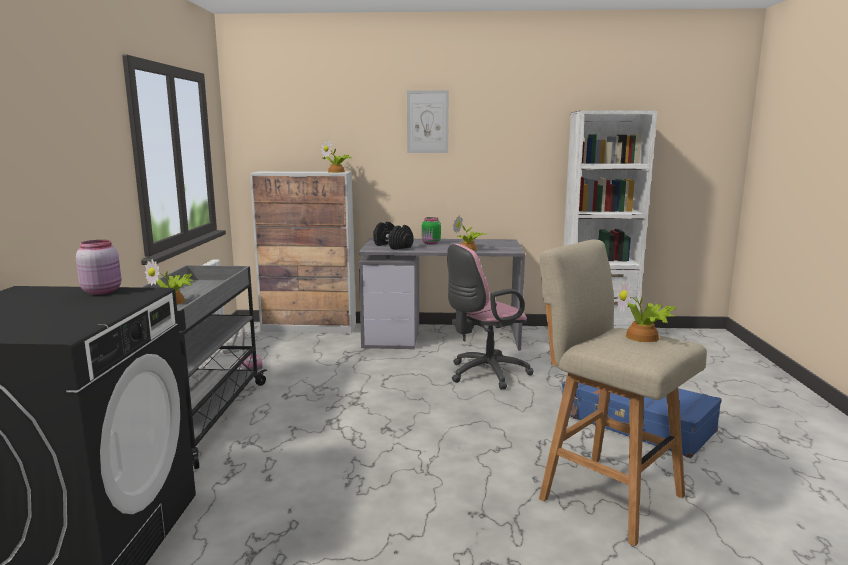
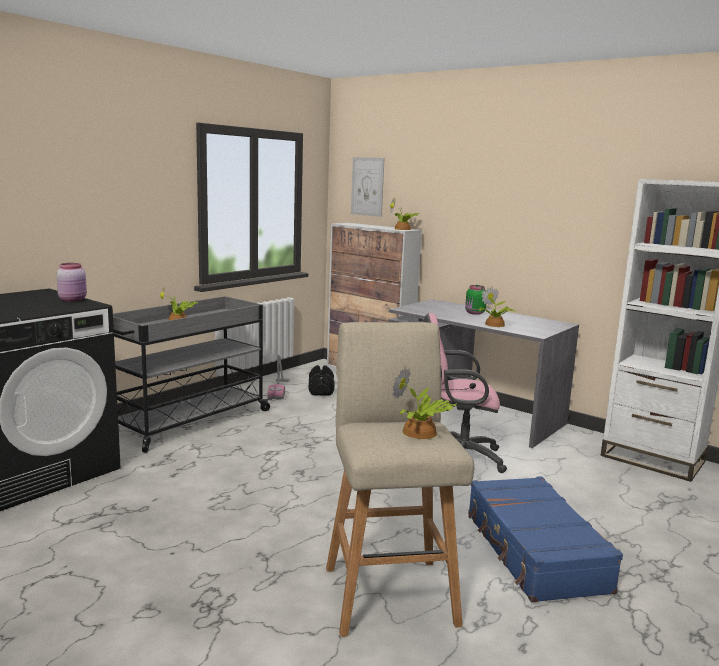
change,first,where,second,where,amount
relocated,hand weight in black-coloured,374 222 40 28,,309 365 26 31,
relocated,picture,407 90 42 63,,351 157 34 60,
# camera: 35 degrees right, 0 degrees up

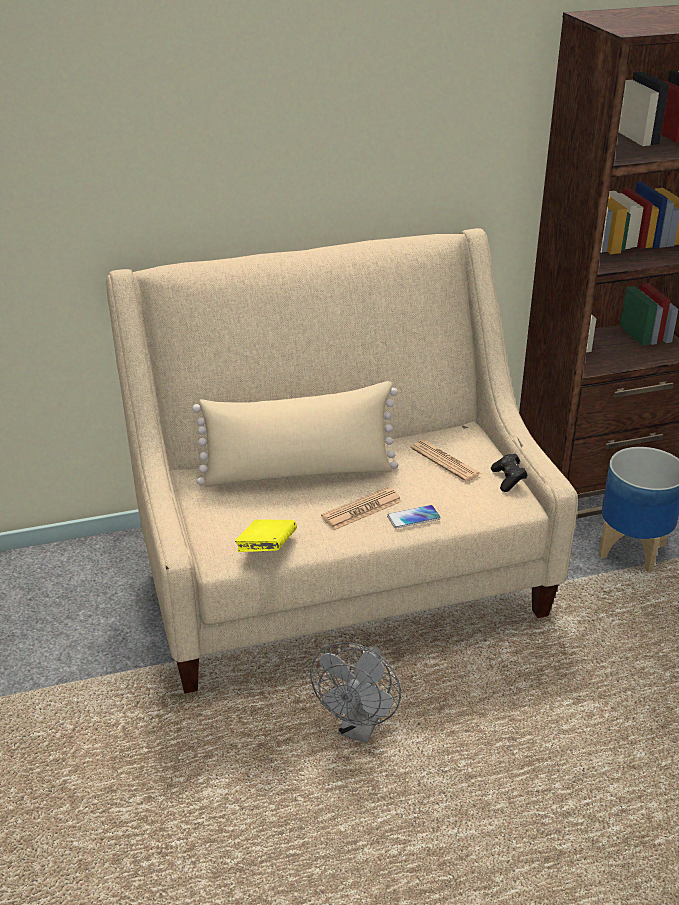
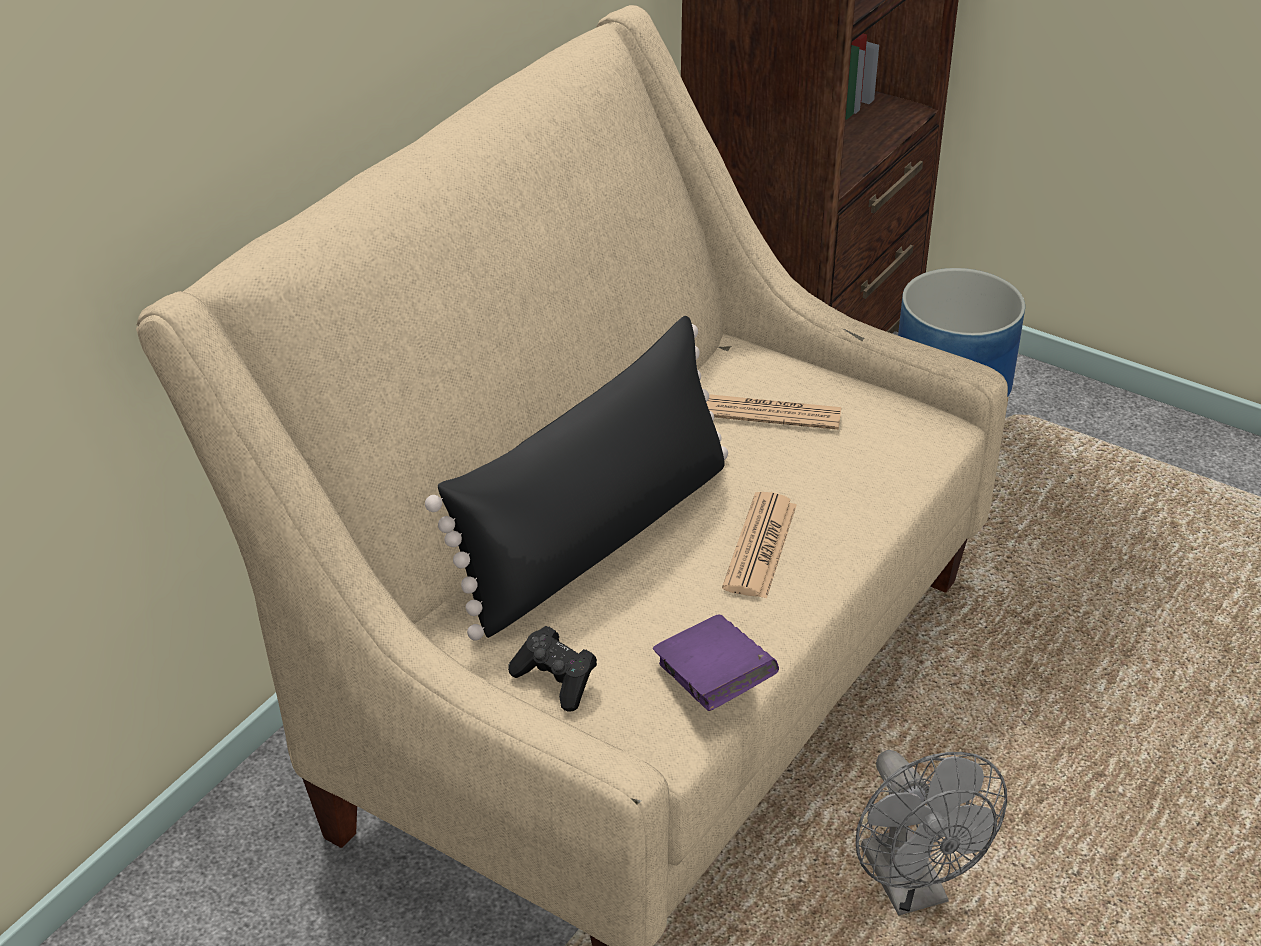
change,first,where,second,where,amount
missing,phone,387 505 54 24,,,
relocated,game controller in black-coloured,491 454 37 38,,508 626 89 86,
colour,pillow in beige,192 381 206 106,pillow in black-coloured,425 316 303 325,
colour,book in yellow,235 520 62 32,book in purplish,653 615 126 96,
# camera: 40 degrees left, 5 degrees up

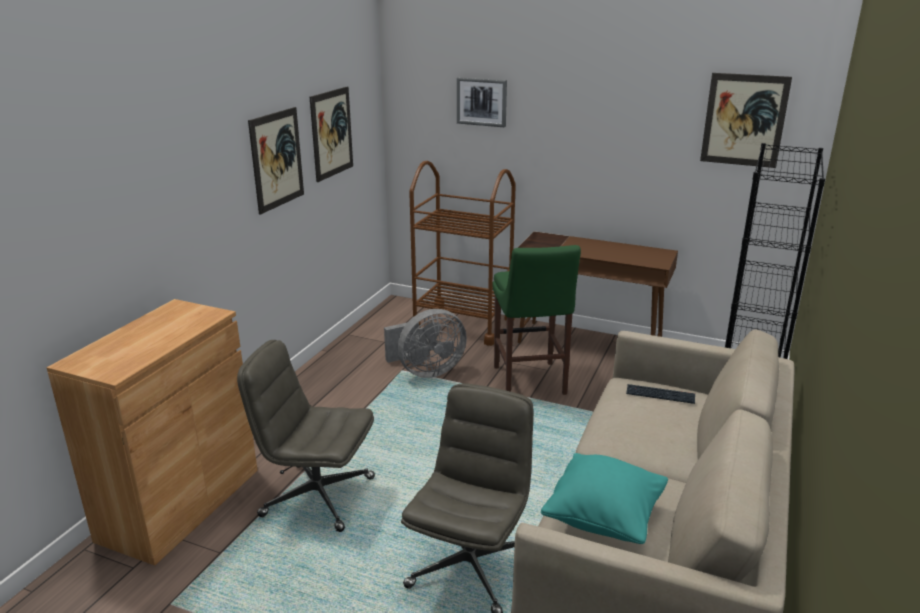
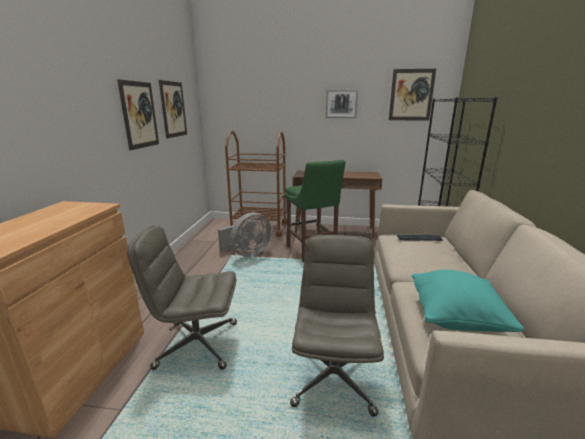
change,first,where,second,where,amount
relocated,picture,457 77 50 50,,326 89 32 29,
# camera: 15 degrees left, 5 degrees down

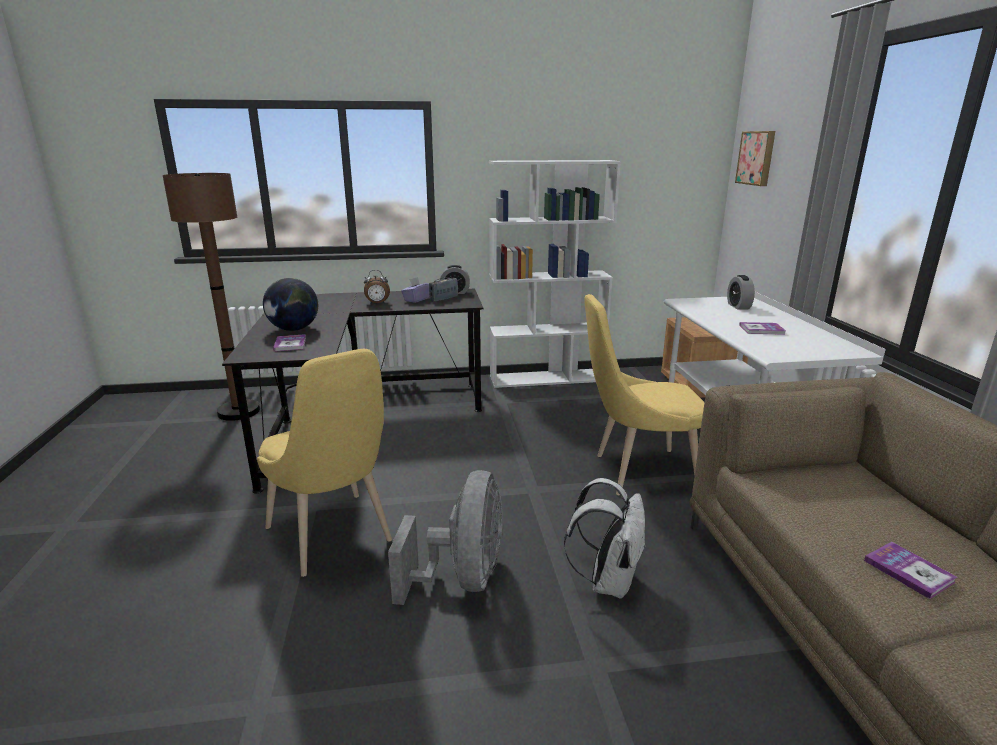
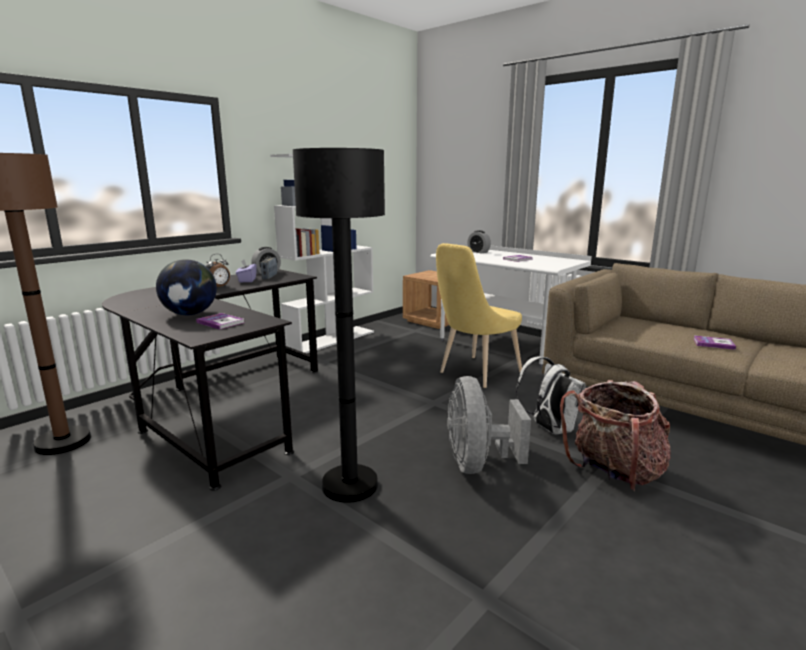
change,first,where,second,where,amount
missing,picture,735 131 40 55,,,
appeared,,,backpack,560 380 110 111,
exchanged,plain chair in yellow,257 349 135 228,floor lamp in black-coloured,293 148 92 355,
spun,fan in greyish,388 470 115 135,,447 376 84 98,150 degrees counterclockwise
# camera: 40 degrees left, 5 degrees down

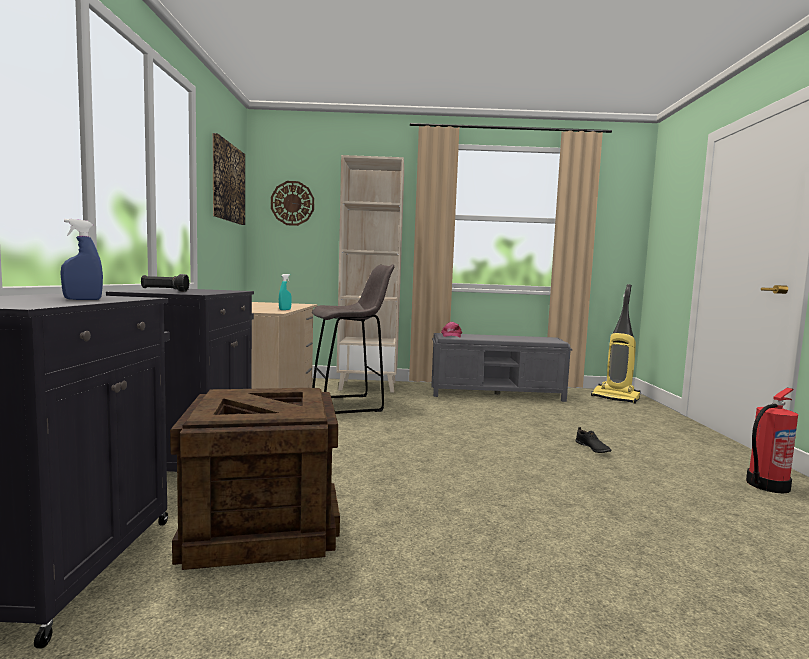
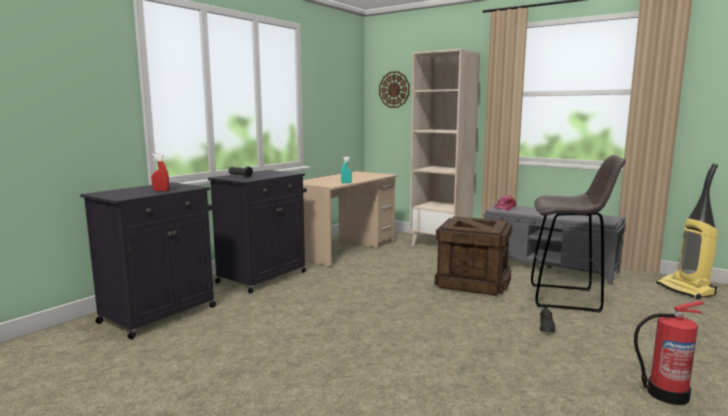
change,first,where,second,where,amount
missing,picture,213 133 32 92,,,
relocated,packing crate,170 388 170 182,,435 216 77 80,
relocated,stool seat in greyish,312 264 82 150,,531 155 95 158,
colour,sprayer in blue-coloured,60 219 43 81,sprayer in red,152 154 17 37,
# camera: 35 degrees right, 5 degrees up

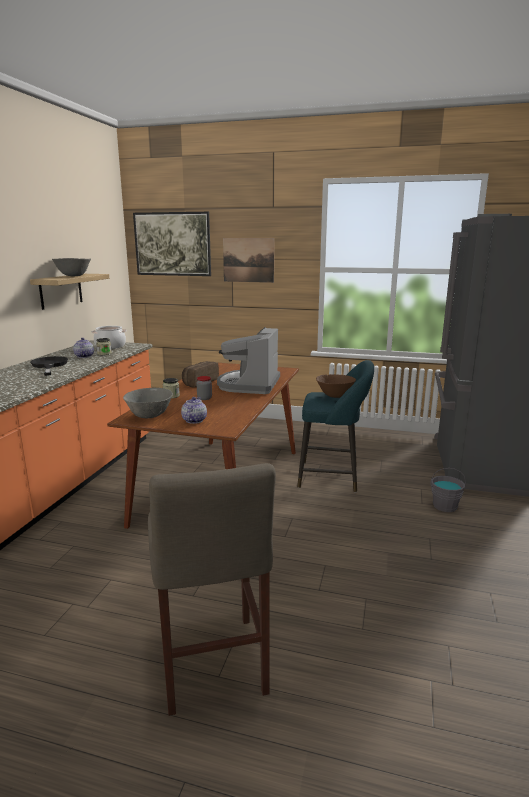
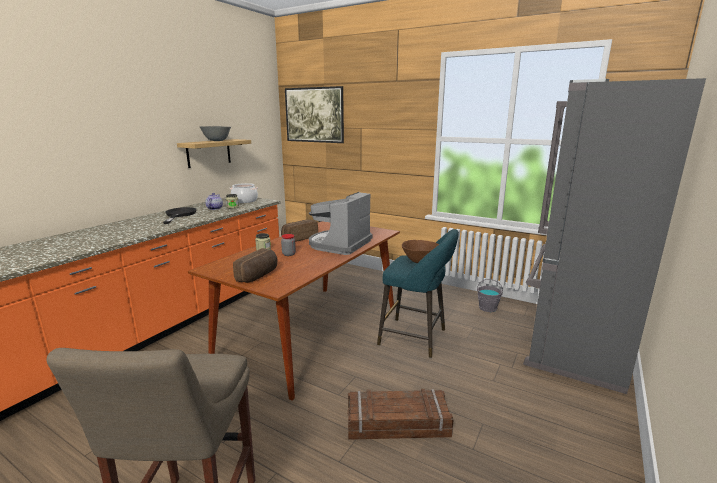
change,first,where,second,where,amount
missing,deep dish in greyish,123 388 50 30,,,
missing,picture,223 238 51 45,,,
appeared,,,packing crate,347 389 106 51,
relocated,bucket in greyish,431 468 35 44,,477 279 26 33,
exchanged,pot for tea,181 397 26 27,bakery bread,233 248 44 35,
# camera: 15 degrees right, 0 degrees up

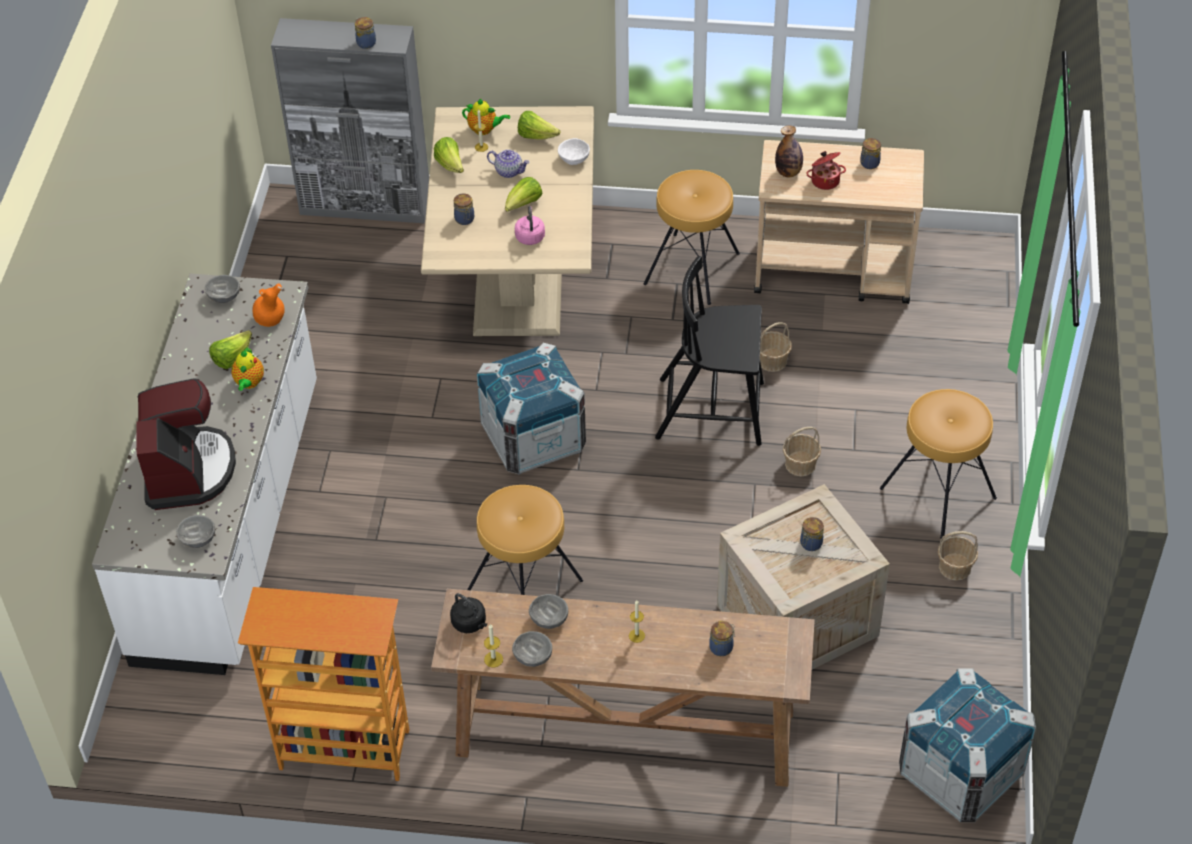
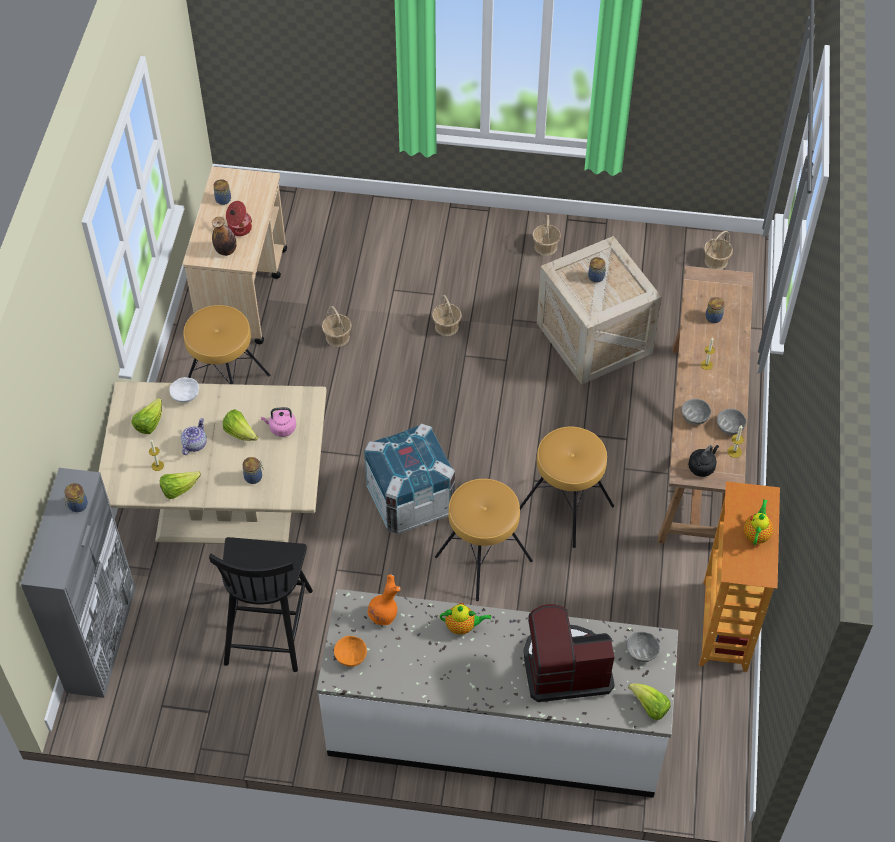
change,first,where,second,where,amount
relocated,lettuce,209 330 43 39,,628 683 43 37,
relocated,pot for tea,462 99 48 36,,744 499 29 46,
relocated,plain chair in black-coloured,655 256 109 190,,209 537 104 135,
relocated,stool seat in brown-coloured,880 389 117 150,,435 479 98 122,
exchanged,packing crate,899 668 137 154,storage basket,704 231 29 38,
colour,deep dish in greyish,205 275 35 28,deep dish in orangey,334 636 33 31,
# camera: 90 degrees left, 5 degrees up

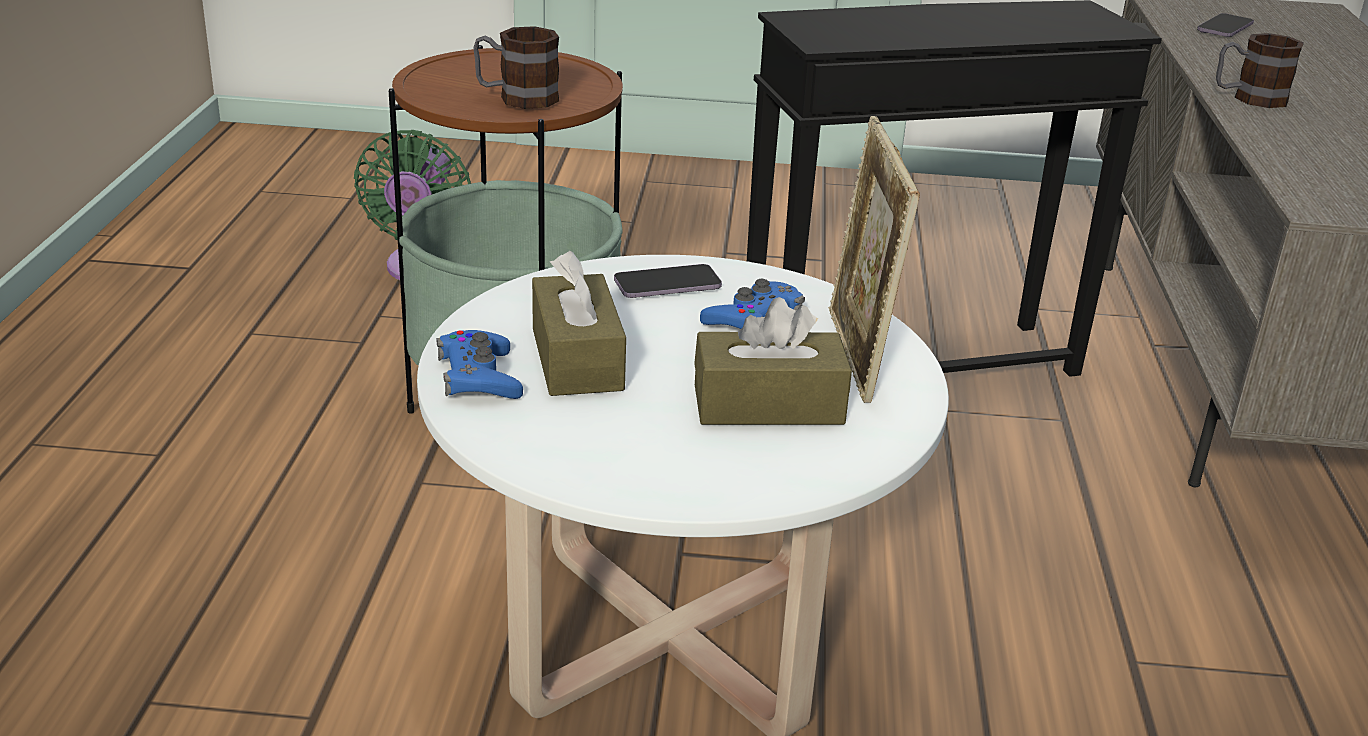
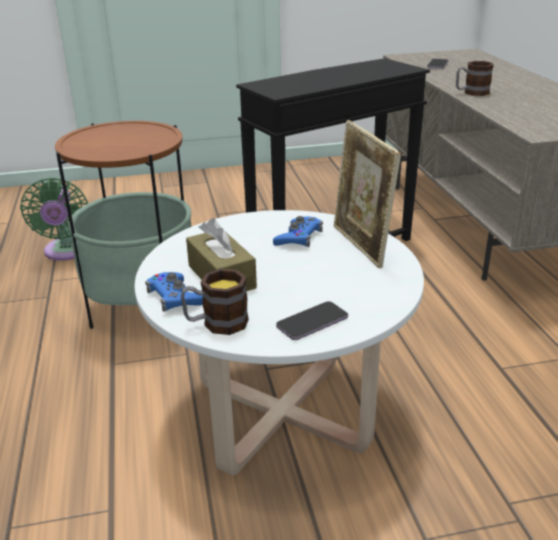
change,first,where,second,where,amount
missing,tissue box in brown-coloured,694 297 158 128,,,
relocated,tea mug,473 26 86 83,,181 269 68 66,
relocated,phone,614 264 108 34,,276 301 72 39,
# camera: 15 degrees left, 0 degrees up

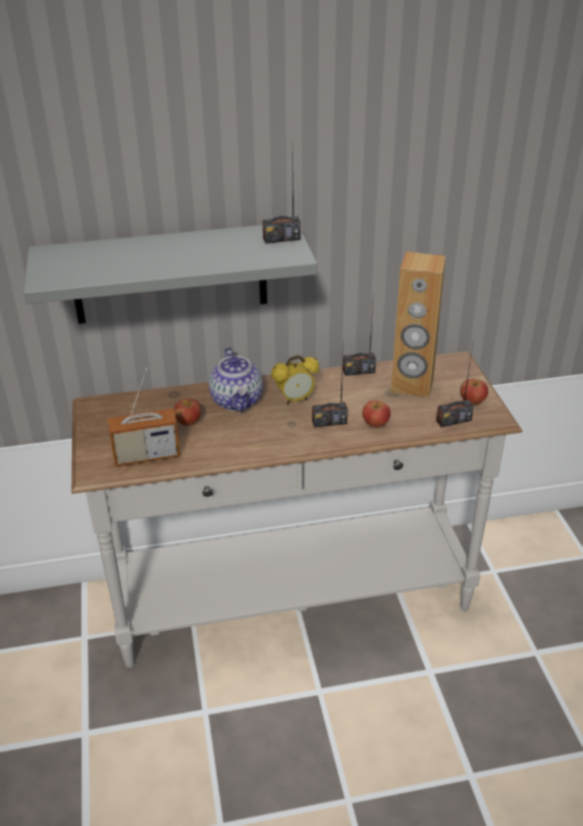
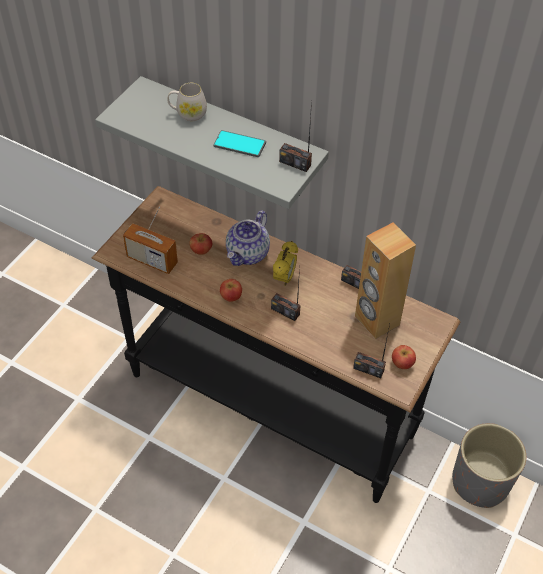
change,first,where,second,where,amount
appeared,,,tea mug in white-coloured,167 83 40 38,
appeared,,,phone,214 130 52 27,
appeared,,,plant pot in greyish,452 423 74 85,
relocated,whole apple,362 400 29 28,,220 279 22 23,
colour,narrow table in white-coloured,72 351 450 317,narrow table in black-coloured,92 186 368 317,
spun,bedside clock,271 355 48 50,,273 241 25 45,90 degrees counterclockwise
# camera: 40 degrees right, 15 degrees up

